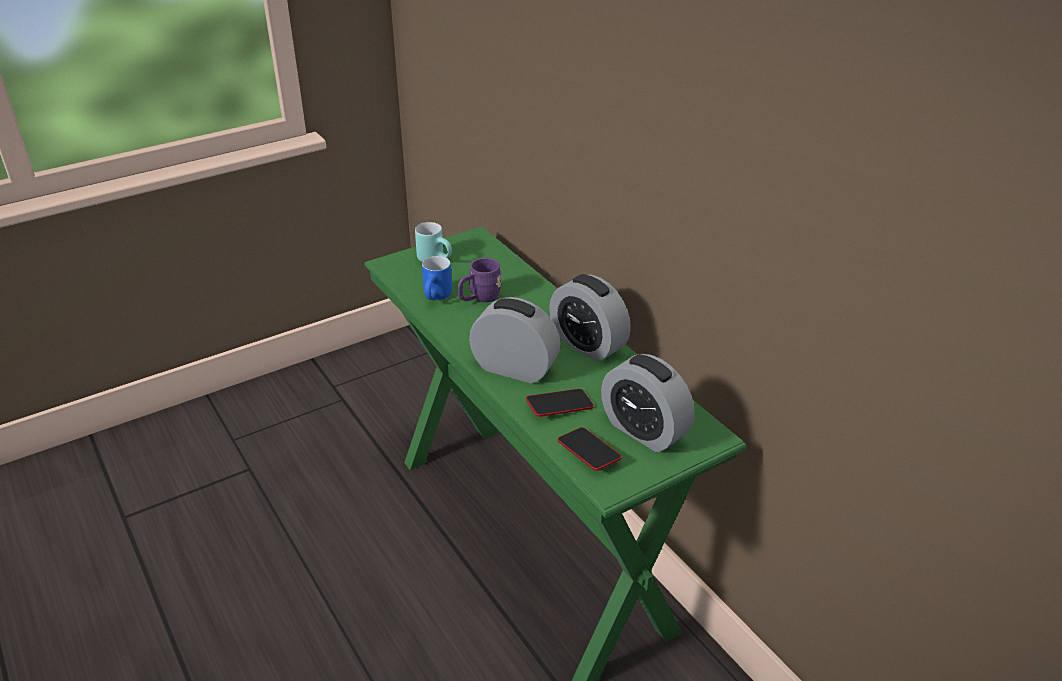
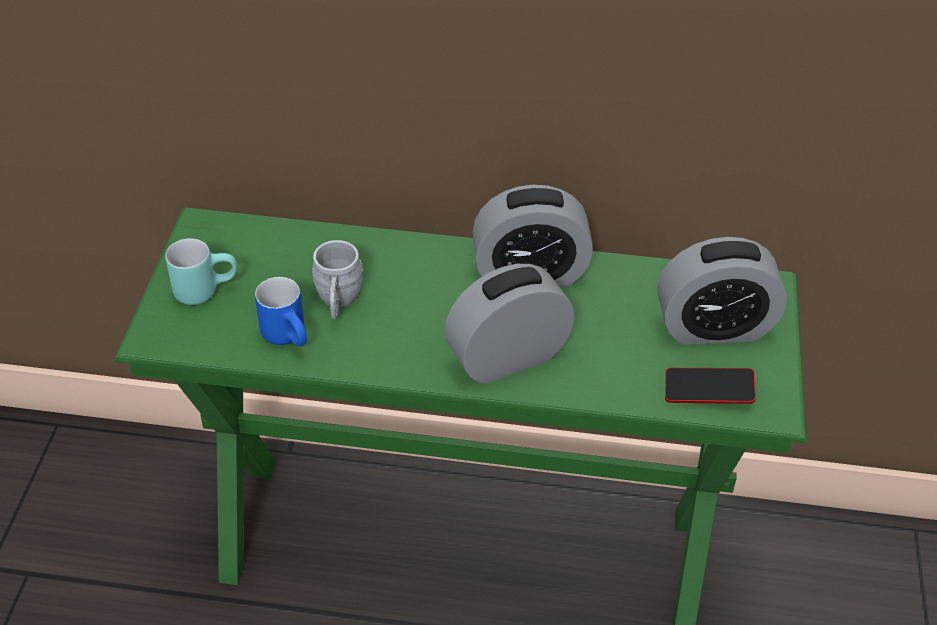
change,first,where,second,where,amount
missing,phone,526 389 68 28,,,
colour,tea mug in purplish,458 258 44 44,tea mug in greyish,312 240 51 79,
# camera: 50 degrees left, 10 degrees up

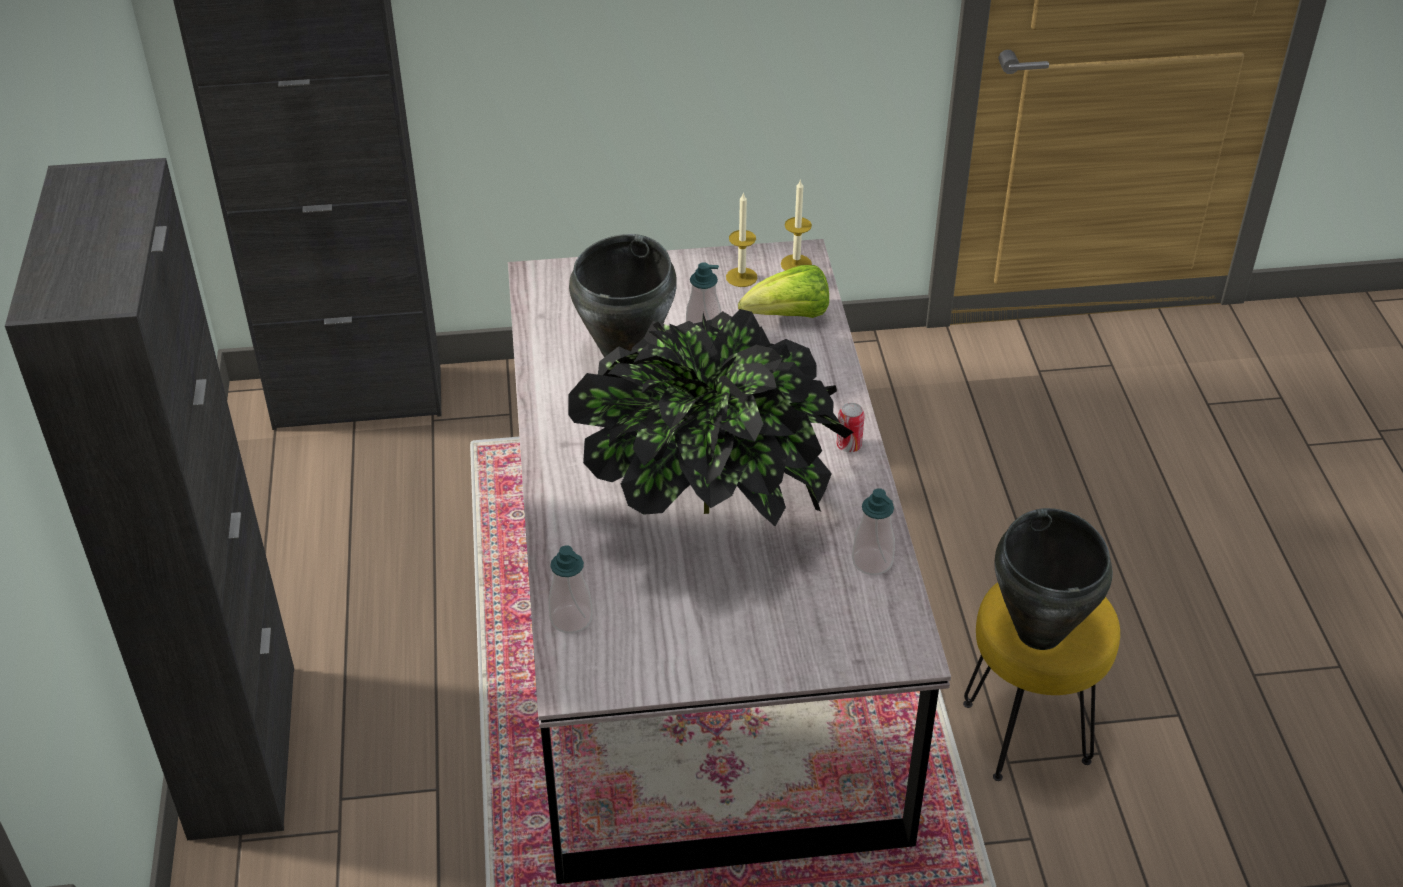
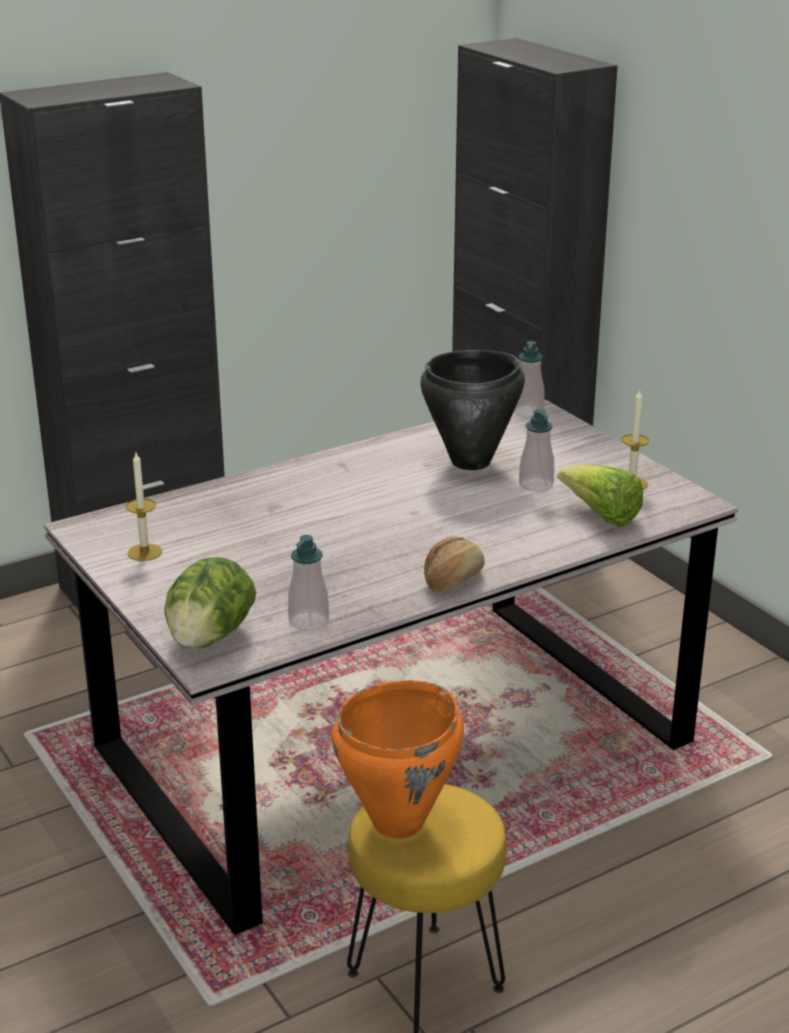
change,first,where,second,where,amount
missing,houseplant,568 309 285 217,,,
appeared,,,lettuce,164 557 92 91,
relocated,liquid soap bottle,549 545 44 88,,514 341 31 76,
relocated,candle,781 180 31 91,,126 452 36 109,
exchanged,metal can,837 403 28 49,bakery bread,424 537 61 56,
colour,cooking pot in black-coloured,994 508 119 142,cooking pot in orangey,332 680 132 159,
# camera: 65 degrees right, 15 degrees down

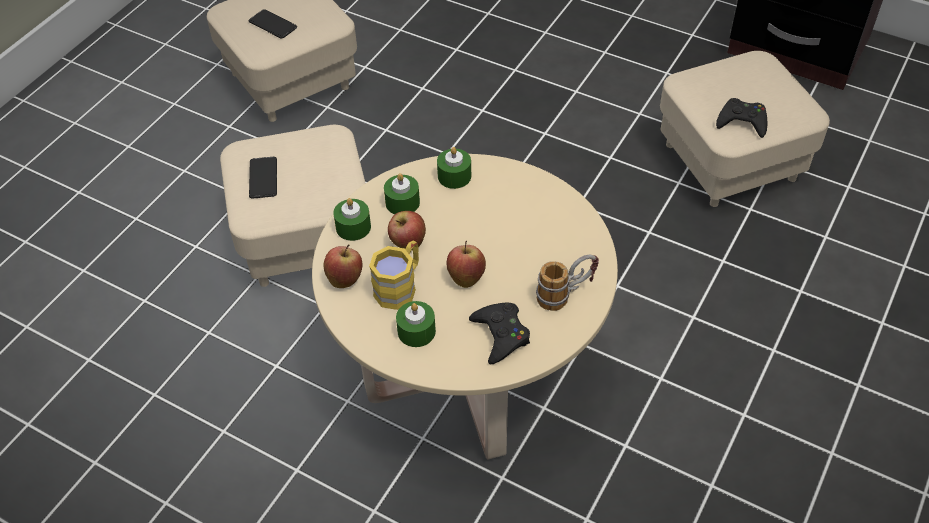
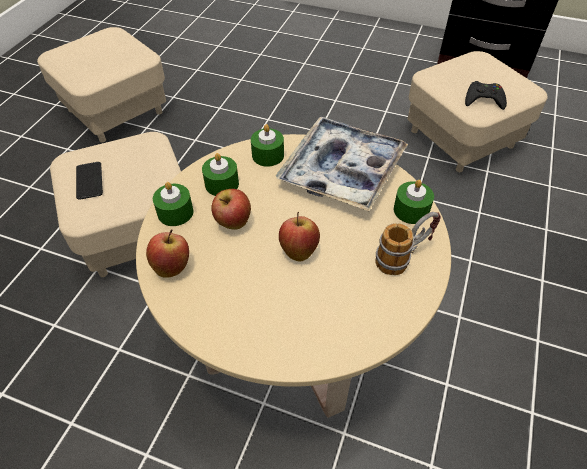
change,first,where,second,where,amount
missing,phone,249 9 48 29,,,
missing,tea mug in yellow,369 241 50 69,,,
missing,game controller in black-coloured,469 303 61 62,,,
appeared,,,tray,276 117 132 94,
relocated,candle in greenish,396 301 40 46,,394 180 40 44,
# camera: 10 degrees left, 0 degrees up

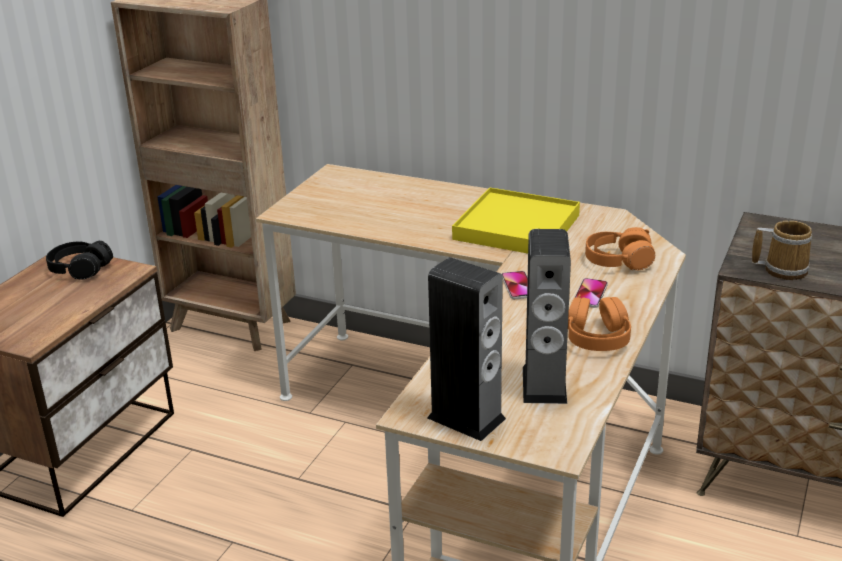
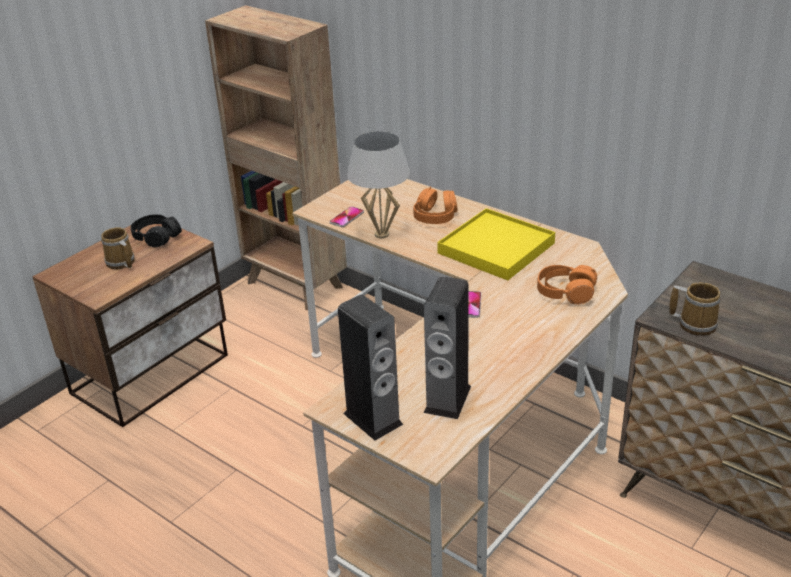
change,first,where,second,where,amount
appeared,,,tea mug,101 227 34 42,
appeared,,,lamp for a table in white-coloured,347 131 63 107,
relocated,headset in orangey,568 294 63 57,,413 187 44 37,
relocated,phone,574 278 34 30,,330 206 34 21,
# camera: 15 degrees right, 5 degrees up

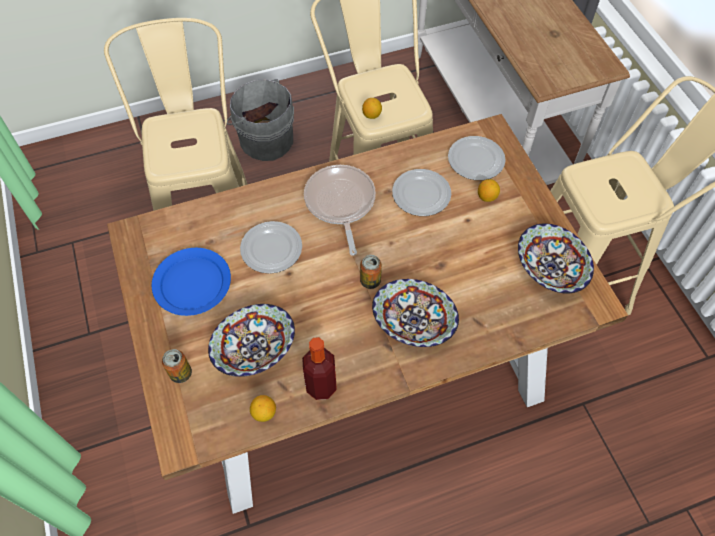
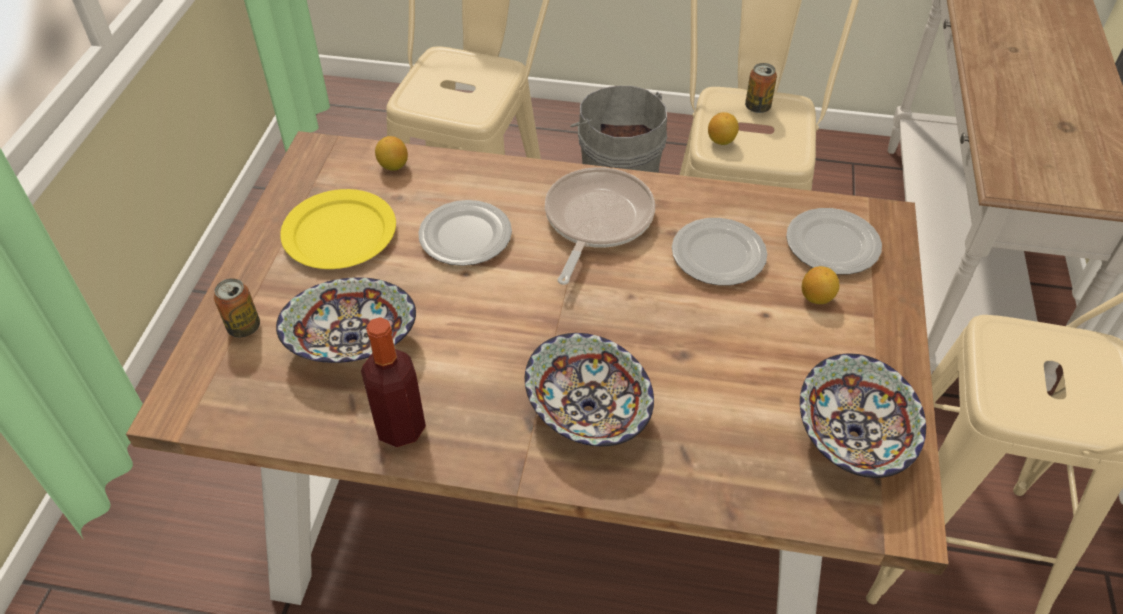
change,first,where,second,where,amount
relocated,citrus fruit,250 395 26 27,,375 136 33 35,
relocated,metal can,360 255 22 34,,745 63 32 50,
colour,plate in blue-coloured,152 248 79 68,plate in yellow,280 189 116 80,
# camera: 30 degrees right, 10 degrees down

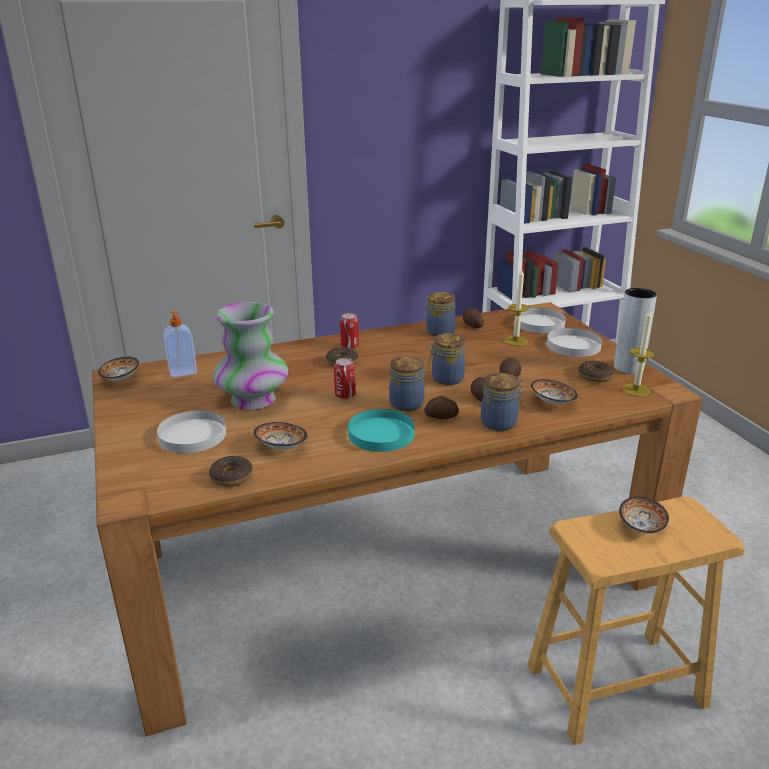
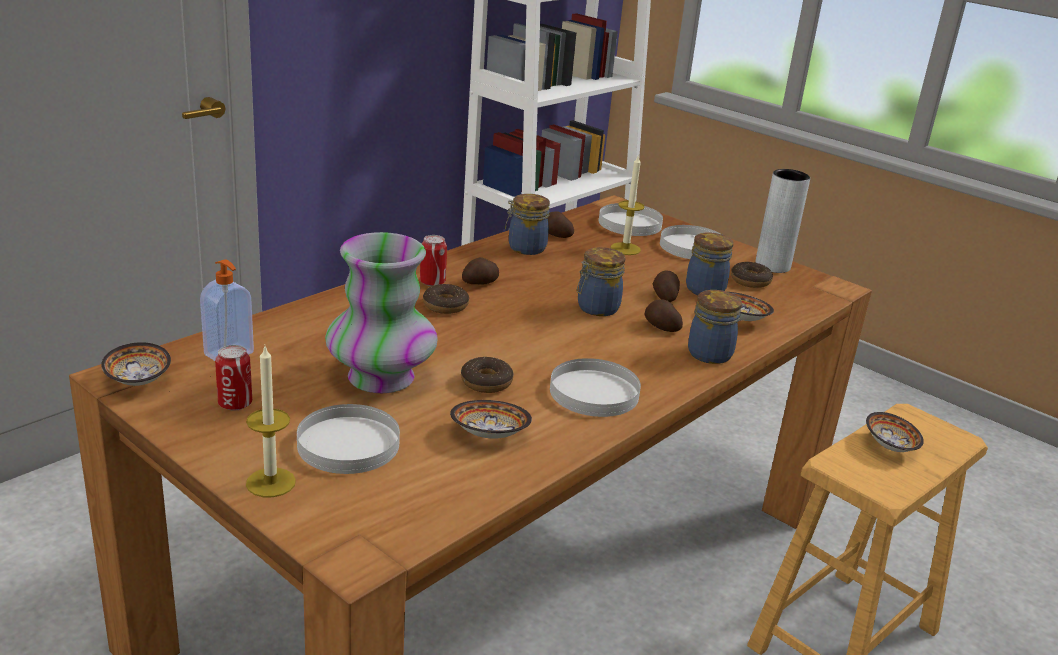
change,first,where,second,where,amount
relocated,ring doughnut,209 456 44 31,,461 357 53 36,
relocated,metal can,334 358 22 41,,215 345 37 66,
relocated,preserve jar,389 356 38 56,,686 233 47 62,
relocated,spud,424 396 35 23,,462 257 37 28,
relocated,candle,622 310 33 87,,246 347 50 150,
colour,plate in turquoise,348 409 67 43,plate in white-coloured,550 358 91 59,
# camera: 30 degrees left, 0 degrees up

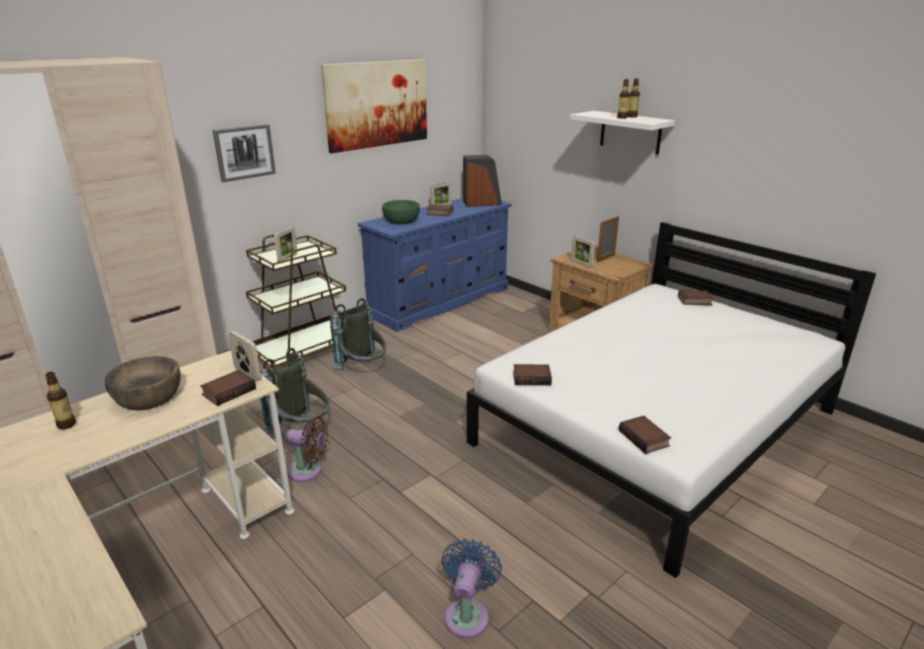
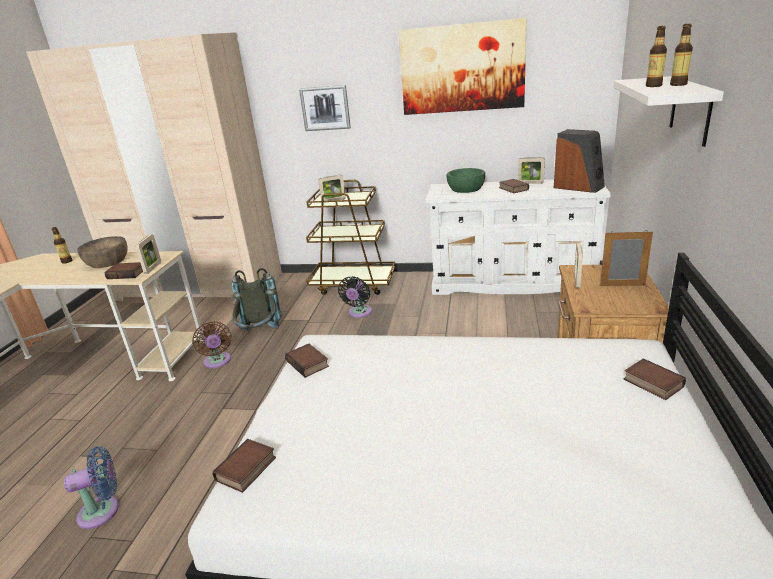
change,first,where,second,where,amount
exchanged,backpack in greyish,330 298 56 72,fan in black-coloured,338 276 34 42,
colour,dresser in blue-coloured,358 198 154 134,dresser in white-coloured,426 179 185 116,
# camera: 55 degrees right, 0 degrees up

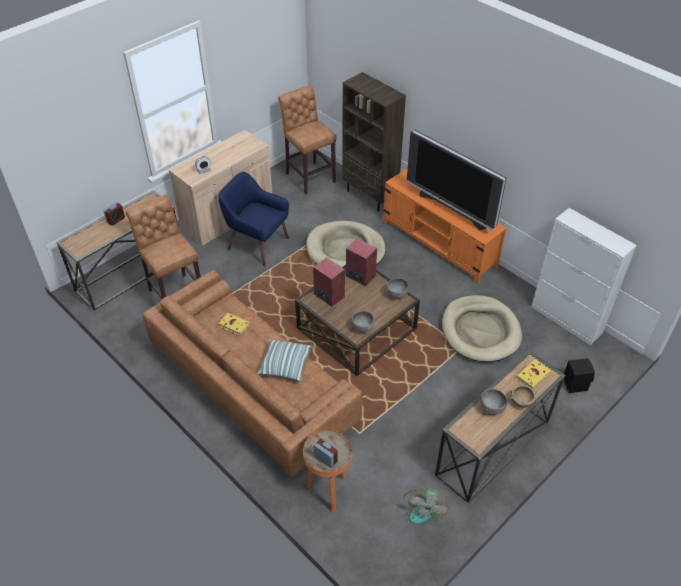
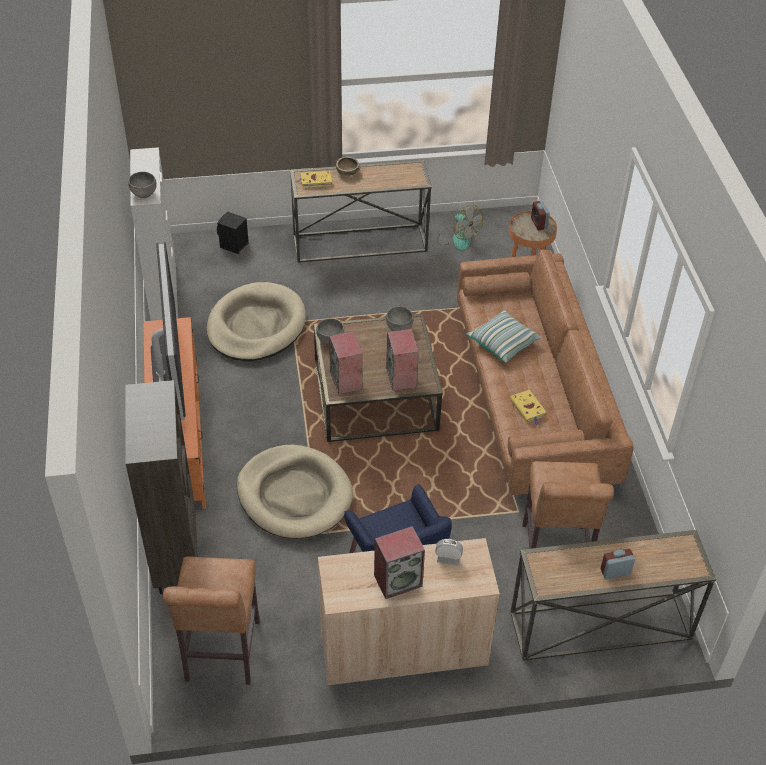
change,first,where,second,where,amount
appeared,,,loudspeaker,374 526 51 73,
relocated,deep dish in greyish,480 389 28 26,,128 172 29 26,
spun,fan,403 488 46 36,,437 205 46 46,90 degrees clockwise
# camera: 145 degrees left, 0 degrees up

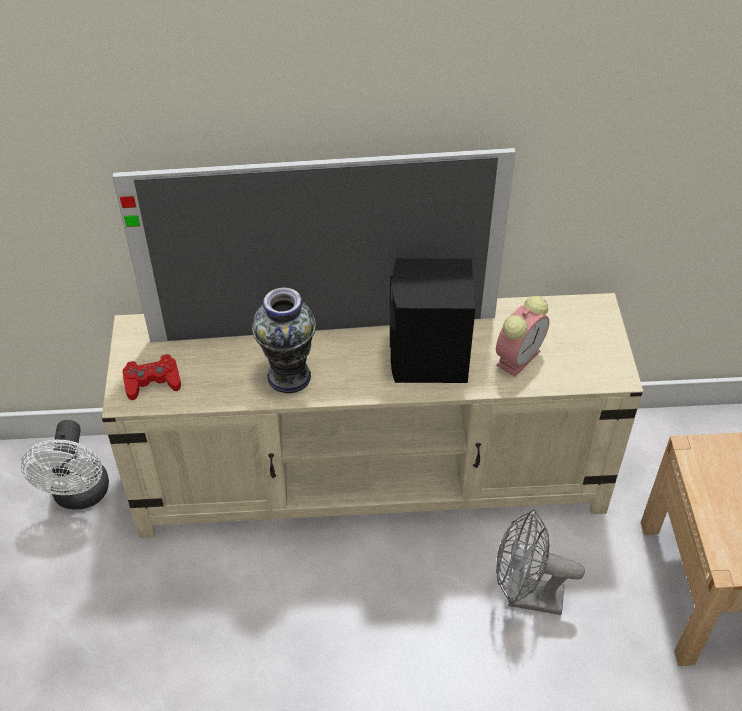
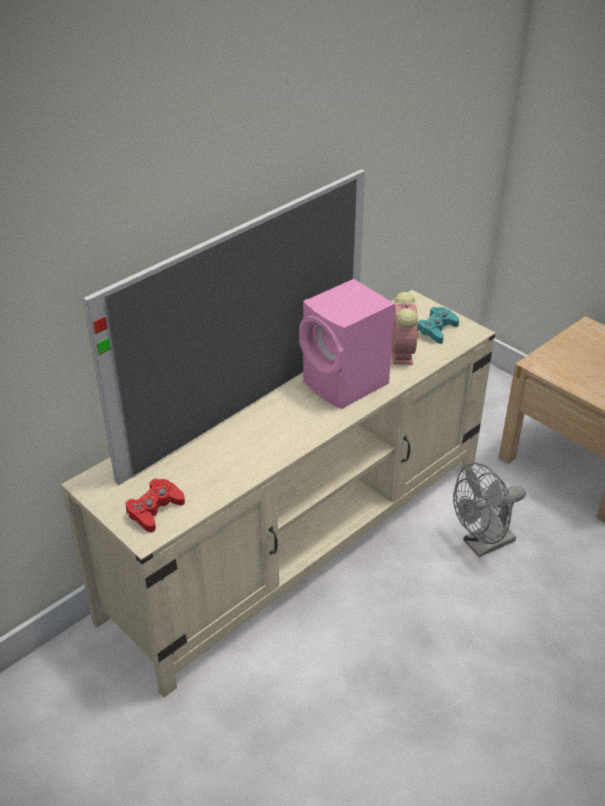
change,first,where,second,where,amount
missing,fan in white-coloured,21 420 88 90,,,
missing,decorative vase,252 288 64 105,,,
appeared,,,game controller in turquoise,418 307 41 37,
colour,loudspeaker in black-coloured,390 258 85 125,loudspeaker in pink-coloured,299 279 96 130,
# camera: 40 degrees left, 10 degrees down

